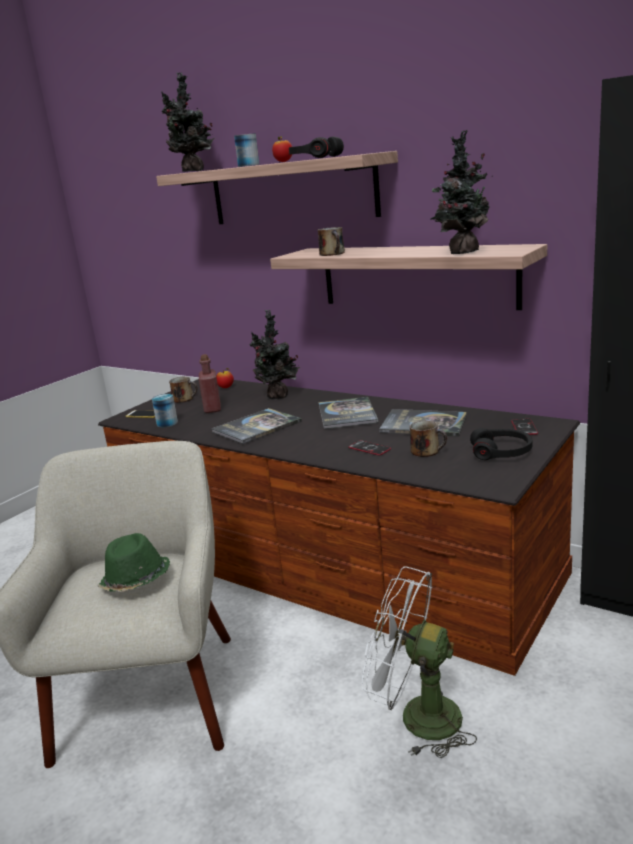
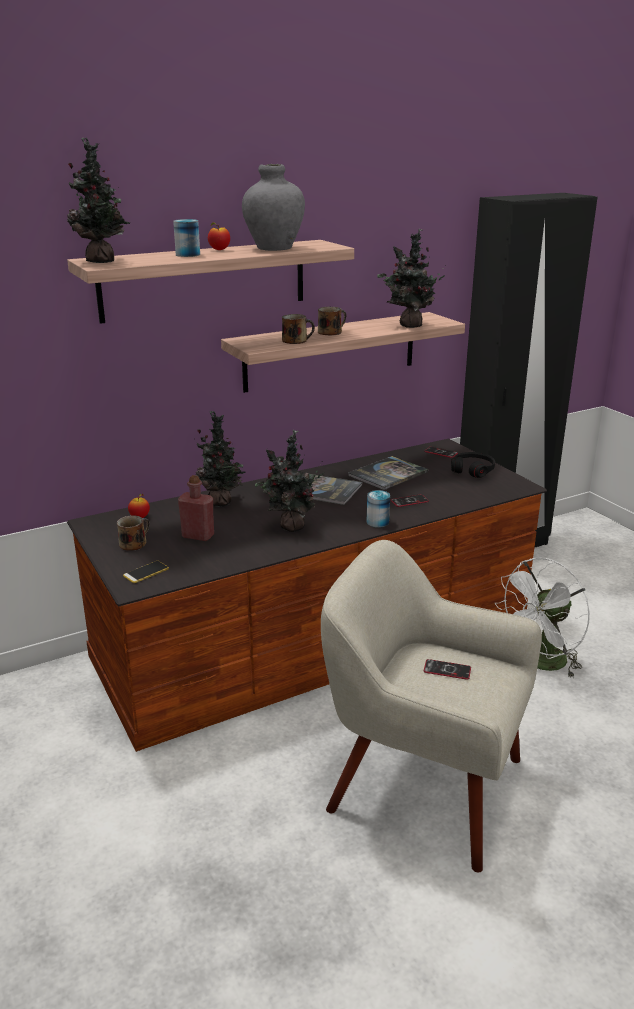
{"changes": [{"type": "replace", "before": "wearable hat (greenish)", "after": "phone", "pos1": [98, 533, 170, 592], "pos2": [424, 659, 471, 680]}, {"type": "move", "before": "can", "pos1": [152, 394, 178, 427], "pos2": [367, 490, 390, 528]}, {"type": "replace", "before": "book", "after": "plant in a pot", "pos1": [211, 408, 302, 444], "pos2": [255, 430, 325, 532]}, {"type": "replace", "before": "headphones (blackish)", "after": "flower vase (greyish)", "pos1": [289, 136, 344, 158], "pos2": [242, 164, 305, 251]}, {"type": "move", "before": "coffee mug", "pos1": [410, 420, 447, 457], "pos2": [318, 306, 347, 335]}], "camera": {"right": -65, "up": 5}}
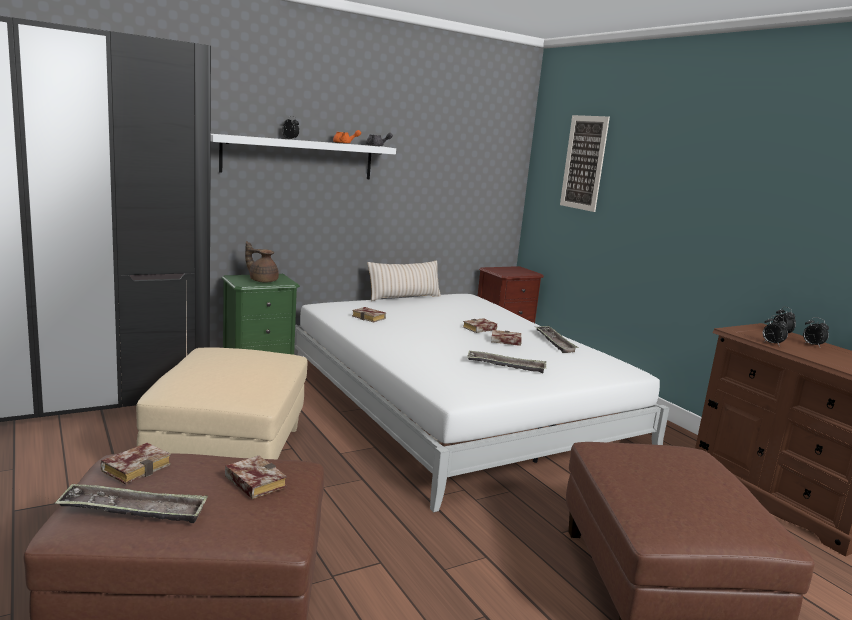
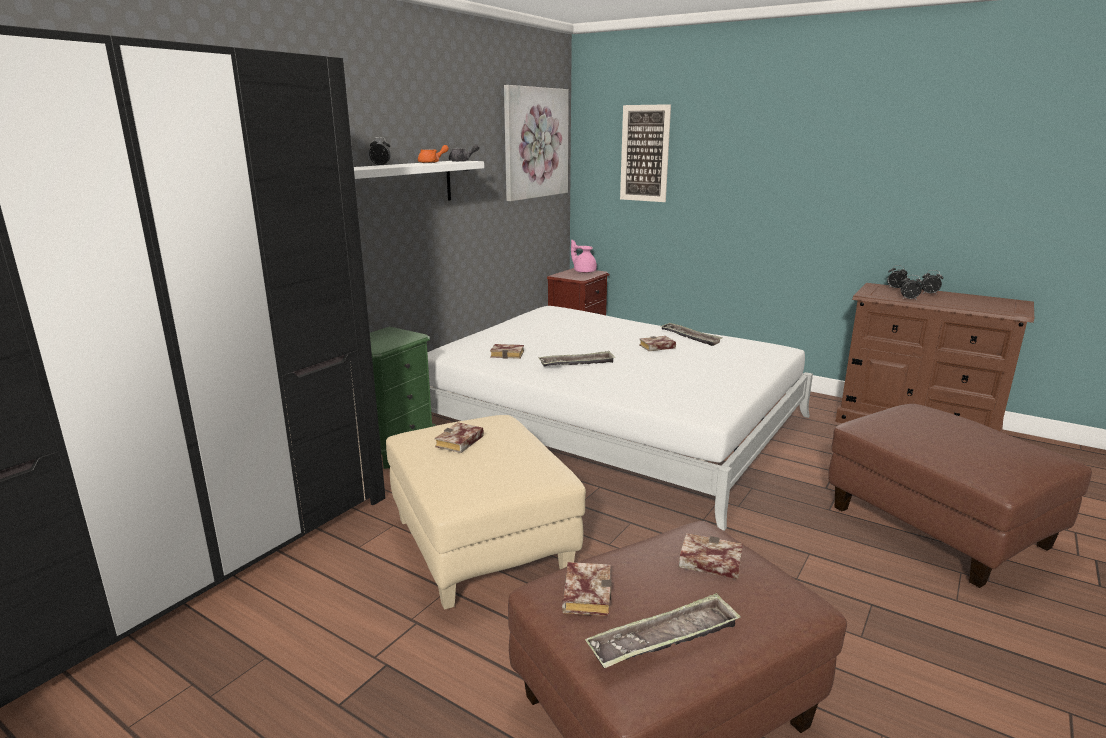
{"changes": [{"type": "delete", "before": "teapot (brownish)", "pos1": [245, 241, 279, 283]}, {"type": "delete", "before": "pillow (sand-coloured)", "pos1": [367, 260, 441, 301]}, {"type": "move", "before": "book", "pos1": [463, 318, 497, 333], "pos2": [435, 422, 484, 453]}, {"type": "move", "before": "tray", "pos1": [467, 351, 546, 373], "pos2": [538, 351, 616, 366]}, {"type": "insert", "after": "picture", "pos2": [504, 85, 569, 201]}, {"type": "insert", "after": "teapot (pink-coloured)", "pos2": [571, 240, 597, 273]}], "camera": {"right": -25, "up": 5}}
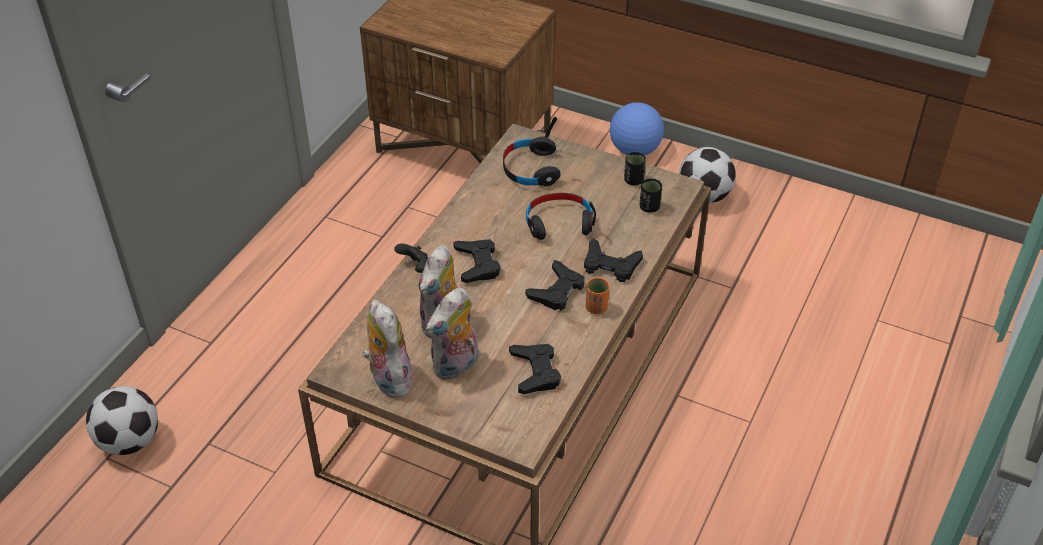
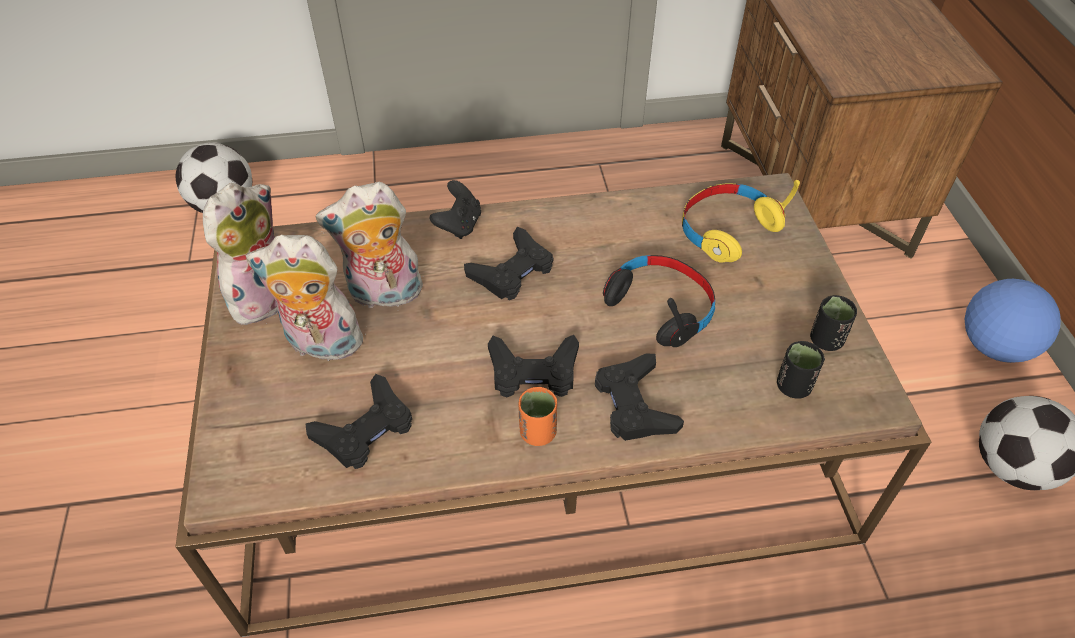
{"changes": [{"type": "recolor", "before": "headphones (blackish)", "after": "headphones (yellowish)", "pos1": [503, 117, 561, 186], "pos2": [682, 180, 800, 262]}], "camera": {"right": 55, "up": 5}}
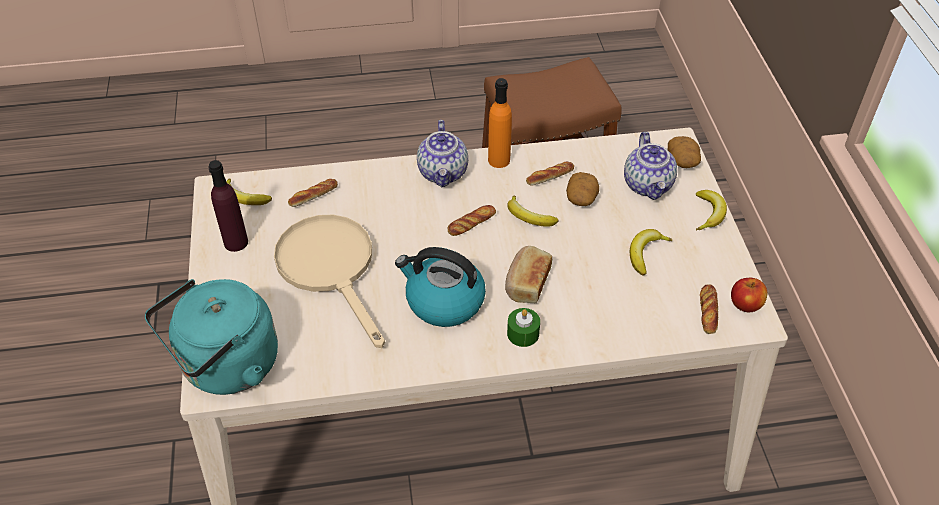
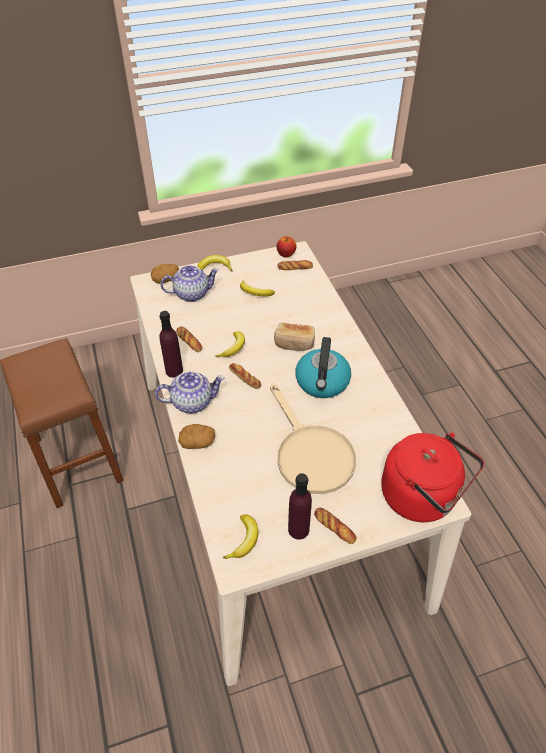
{"changes": [{"type": "recolor", "before": "water kettle (blue-green)", "after": "water kettle (red-coloured)", "pos1": [145, 279, 278, 395], "pos2": [381, 433, 484, 522]}, {"type": "rotate", "before": "skillet (sand-coloured)", "pos1": [274, 215, 385, 348], "pos2": [270, 383, 356, 494], "turn": -75}, {"type": "move", "before": "bread", "pos1": [288, 179, 338, 207], "pos2": [314, 508, 357, 544]}, {"type": "recolor", "before": "bottle (orangey)", "after": "bottle (purple-coloured)", "pos1": [488, 78, 512, 168], "pos2": [159, 311, 183, 378]}, {"type": "delete", "before": "wax light (greenish)", "pos1": [507, 308, 540, 347]}, {"type": "move", "before": "whole potato", "pos1": [566, 172, 599, 206], "pos2": [178, 424, 216, 449]}], "camera": {"right": -100, "up": 0}}
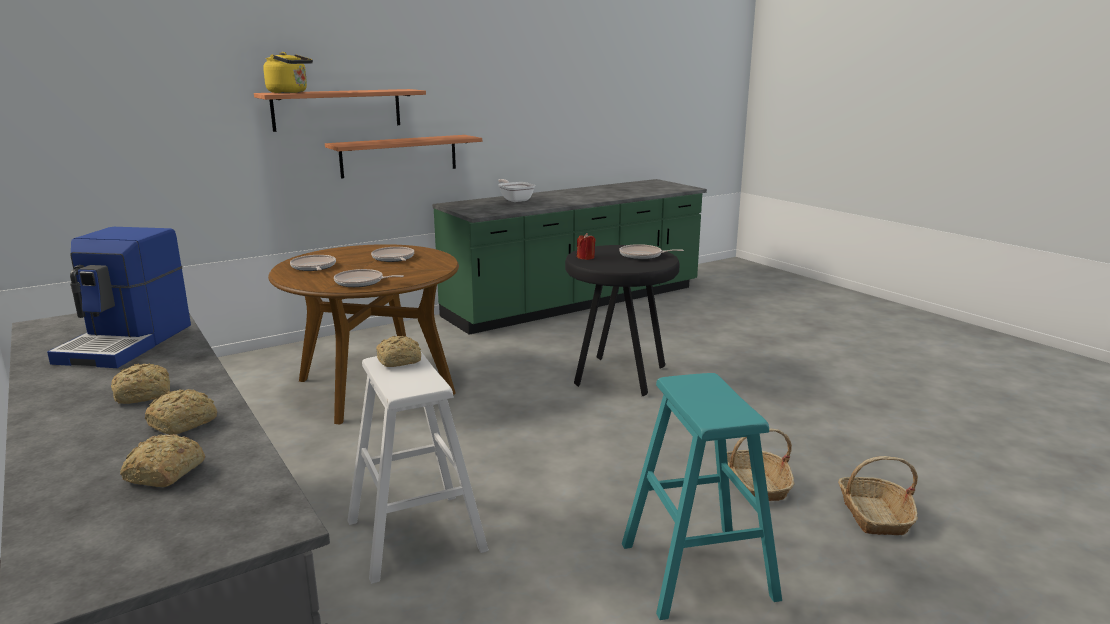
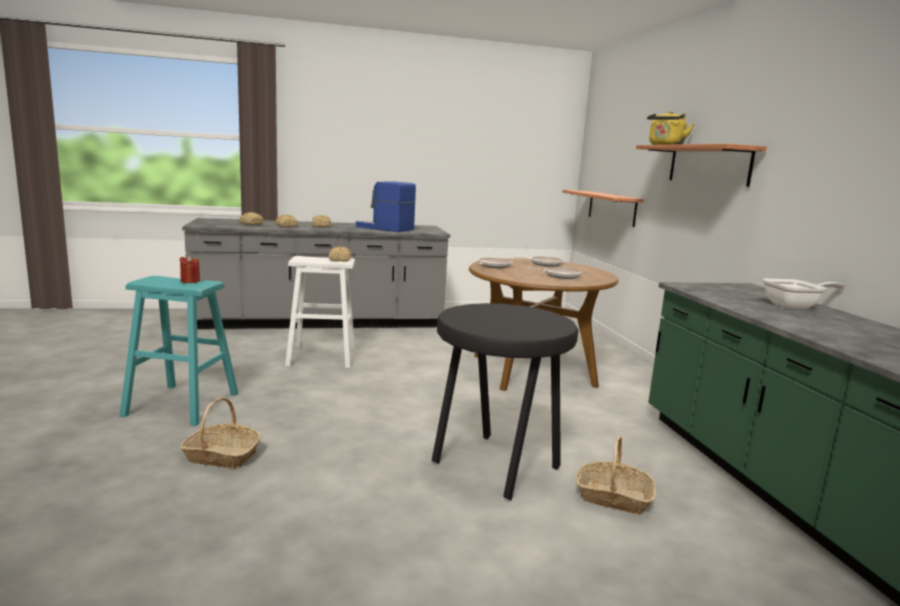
{"changes": [{"type": "move", "before": "bracket shelf", "pos1": [325, 135, 482, 179], "pos2": [562, 190, 644, 227]}, {"type": "move", "before": "wax light (red-coloured)", "pos1": [577, 233, 596, 260], "pos2": [180, 255, 200, 283]}, {"type": "delete", "before": "skillet", "pos1": [619, 244, 684, 260]}, {"type": "move", "before": "household basket", "pos1": [838, 456, 918, 535], "pos2": [576, 436, 656, 514]}], "camera": {"right": 110, "up": -5}}
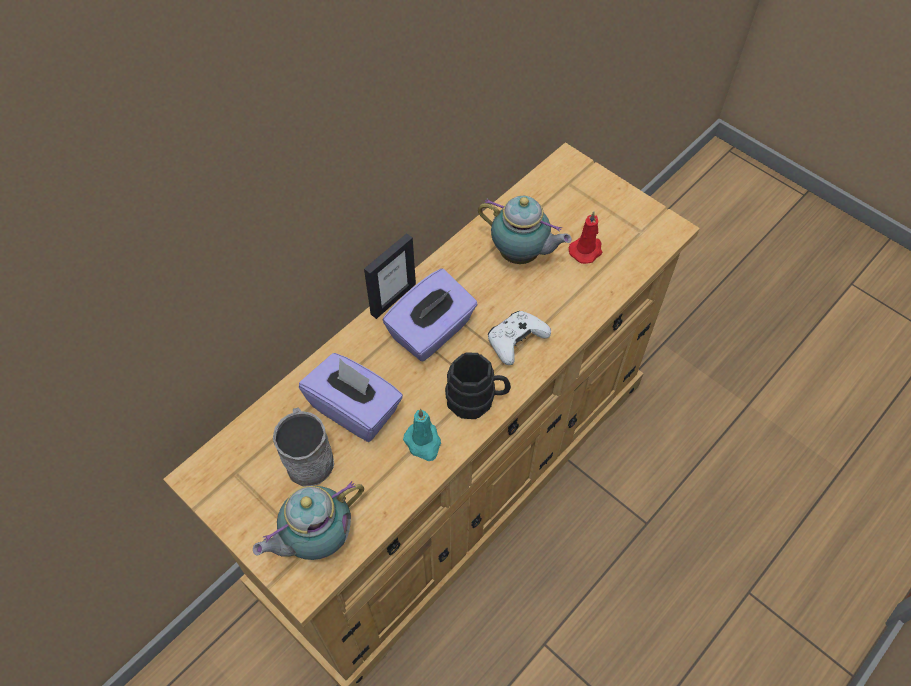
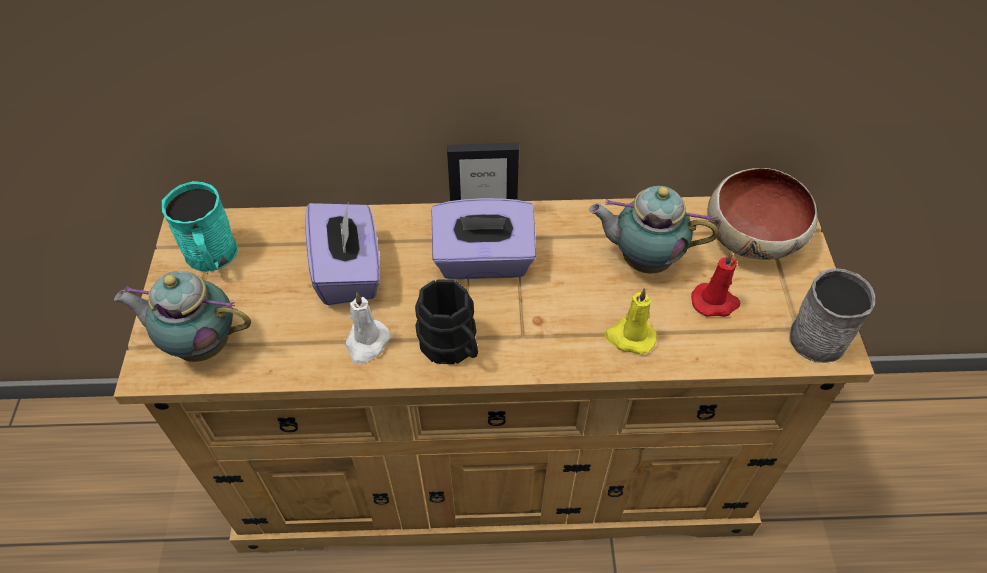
{"changes": [{"type": "move", "before": "coffee mug (greyish)", "pos1": [273, 407, 334, 487], "pos2": [789, 268, 875, 363]}, {"type": "recolor", "before": "wax light (blue-green)", "after": "wax light (white)", "pos1": [403, 409, 441, 461], "pos2": [345, 292, 391, 364]}, {"type": "rotate", "before": "teapot", "pos1": [478, 196, 572, 264], "pos2": [589, 186, 718, 274], "turn": 120}, {"type": "delete", "before": "game controller (white)", "pos1": [488, 311, 551, 365]}, {"type": "insert", "after": "coffee mug (blue-green)", "pos2": [162, 181, 237, 272]}, {"type": "insert", "after": "wax light (yellowish)", "pos2": [604, 288, 657, 354]}, {"type": "insert", "after": "bowl", "pos2": [707, 168, 818, 260]}], "camera": {"right": 45, "up": -5}}
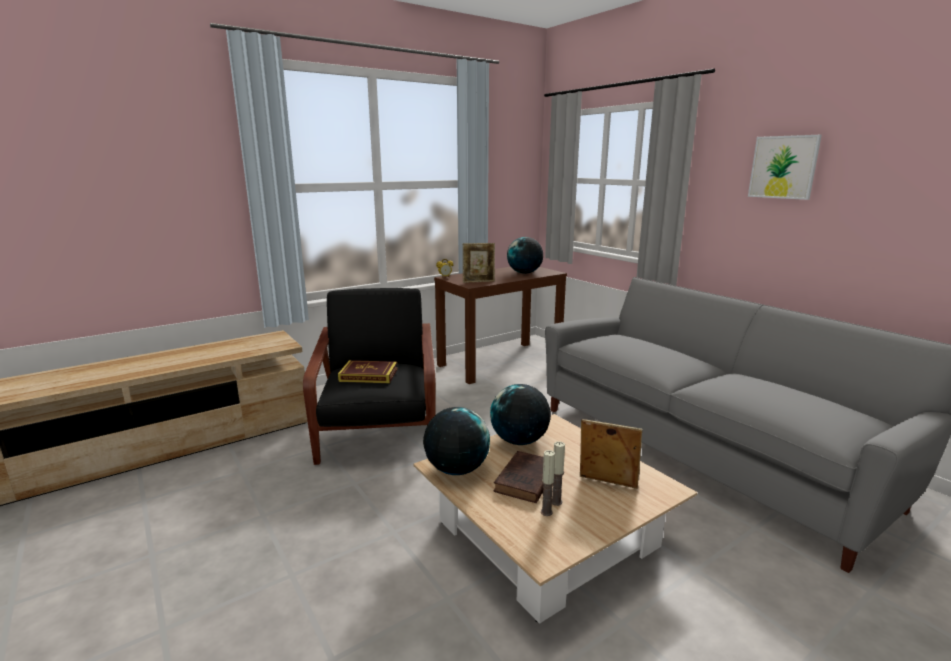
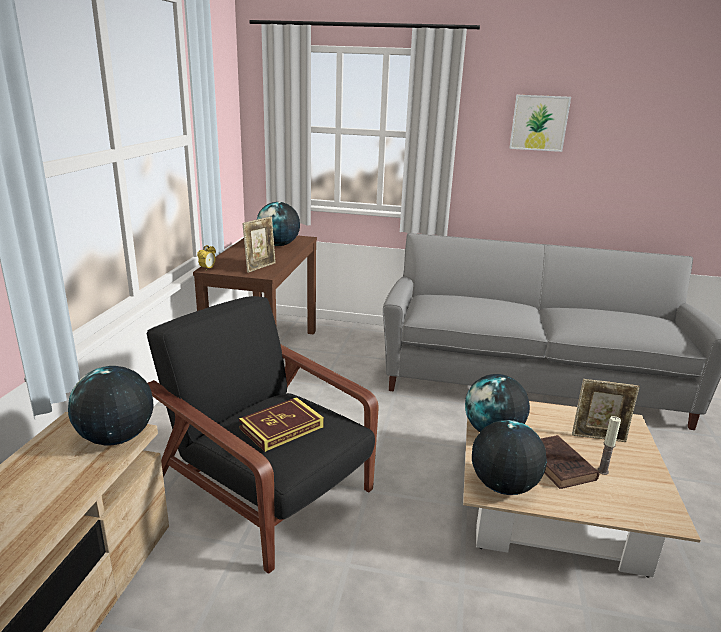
{"changes": [{"type": "delete", "before": "wax light", "pos1": [541, 450, 555, 516]}, {"type": "rotate", "before": "photo frame", "pos1": [580, 419, 642, 489], "pos2": [572, 379, 640, 442], "turn": -150}, {"type": "insert", "after": "desk globe", "pos2": [68, 366, 153, 445]}], "camera": {"right": -45, "up": 5}}
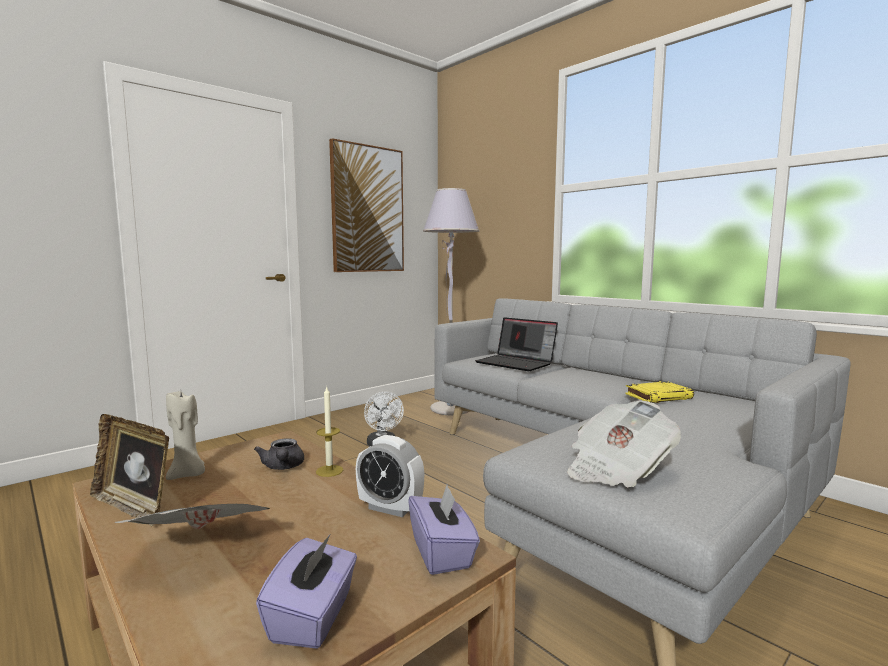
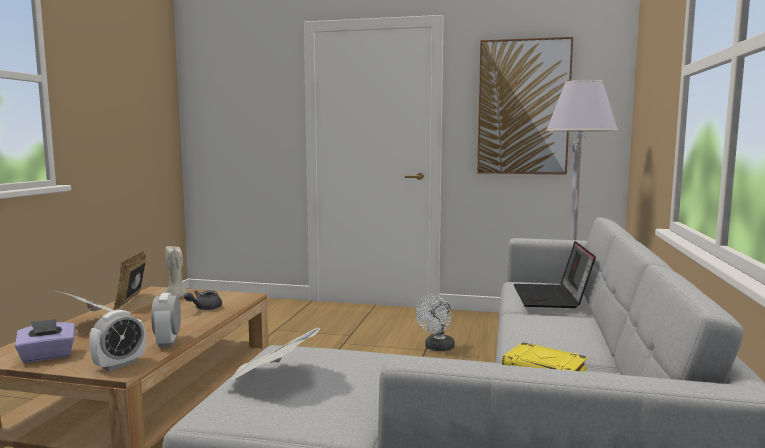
{"changes": [{"type": "delete", "before": "wax light", "pos1": [316, 387, 343, 477]}, {"type": "replace", "before": "tissue box (purple-coloured)", "after": "bedside clock", "pos1": [408, 485, 480, 575], "pos2": [89, 310, 146, 371]}], "camera": {"right": 55, "up": 0}}
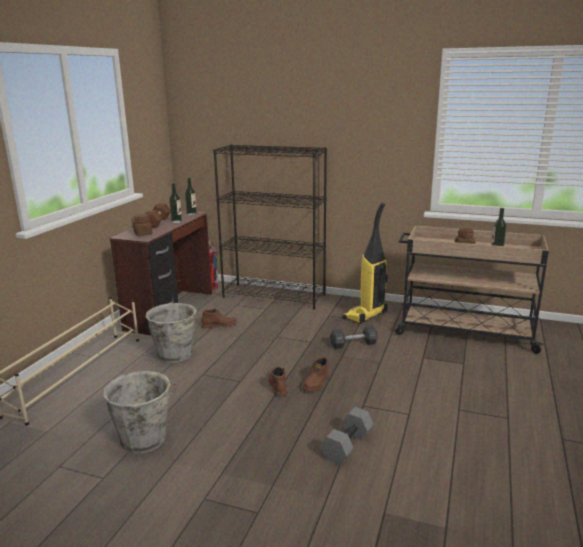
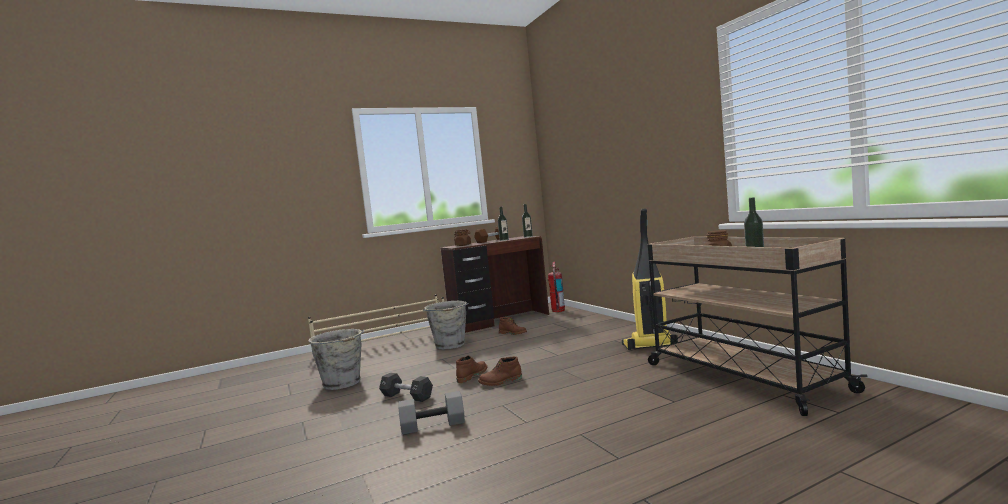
{"changes": [{"type": "delete", "before": "shelving unit (blackish)", "pos1": [213, 144, 327, 309]}, {"type": "move", "before": "dumbbell (blackish)", "pos1": [330, 325, 378, 349], "pos2": [379, 373, 433, 402]}], "camera": {"right": 45, "up": -15}}
